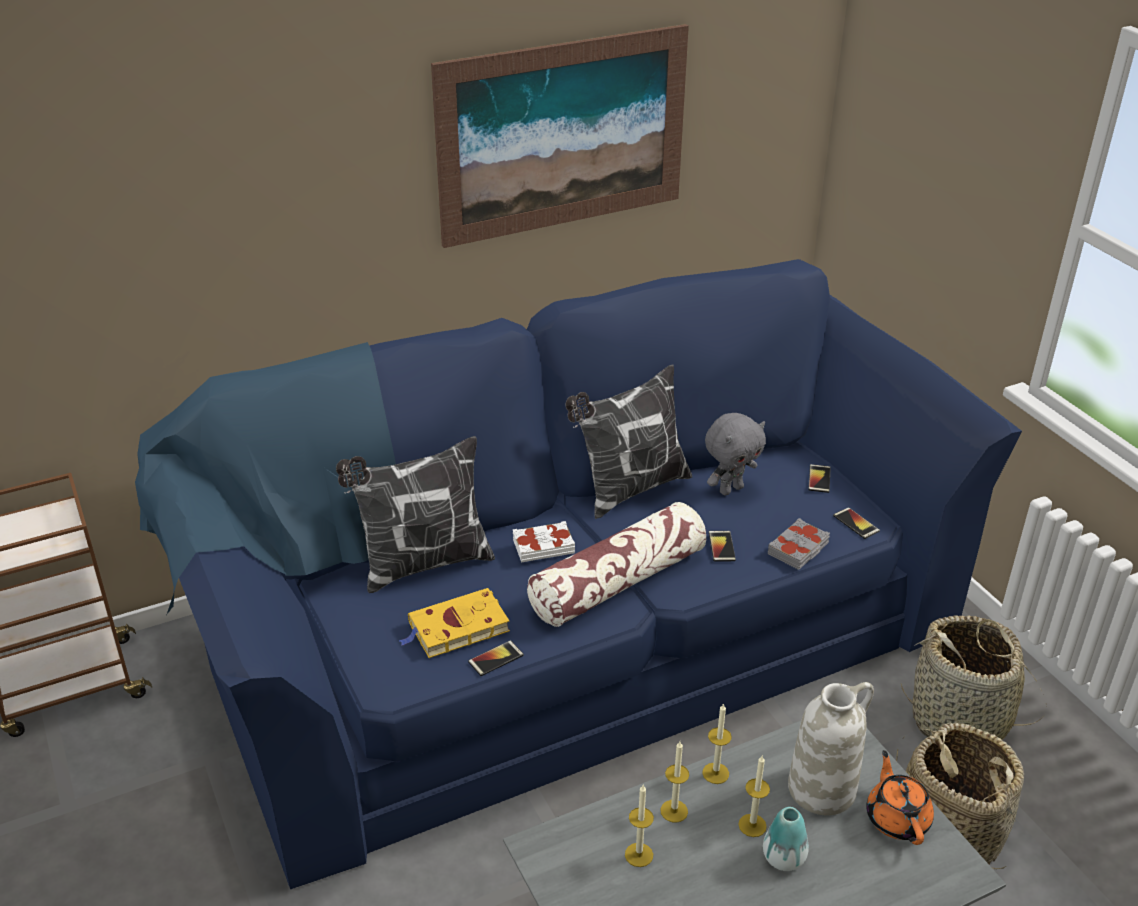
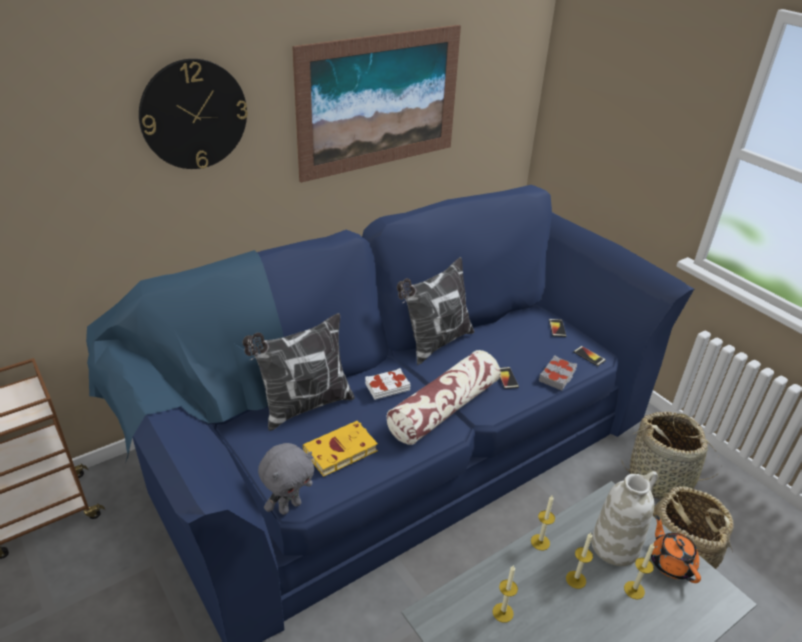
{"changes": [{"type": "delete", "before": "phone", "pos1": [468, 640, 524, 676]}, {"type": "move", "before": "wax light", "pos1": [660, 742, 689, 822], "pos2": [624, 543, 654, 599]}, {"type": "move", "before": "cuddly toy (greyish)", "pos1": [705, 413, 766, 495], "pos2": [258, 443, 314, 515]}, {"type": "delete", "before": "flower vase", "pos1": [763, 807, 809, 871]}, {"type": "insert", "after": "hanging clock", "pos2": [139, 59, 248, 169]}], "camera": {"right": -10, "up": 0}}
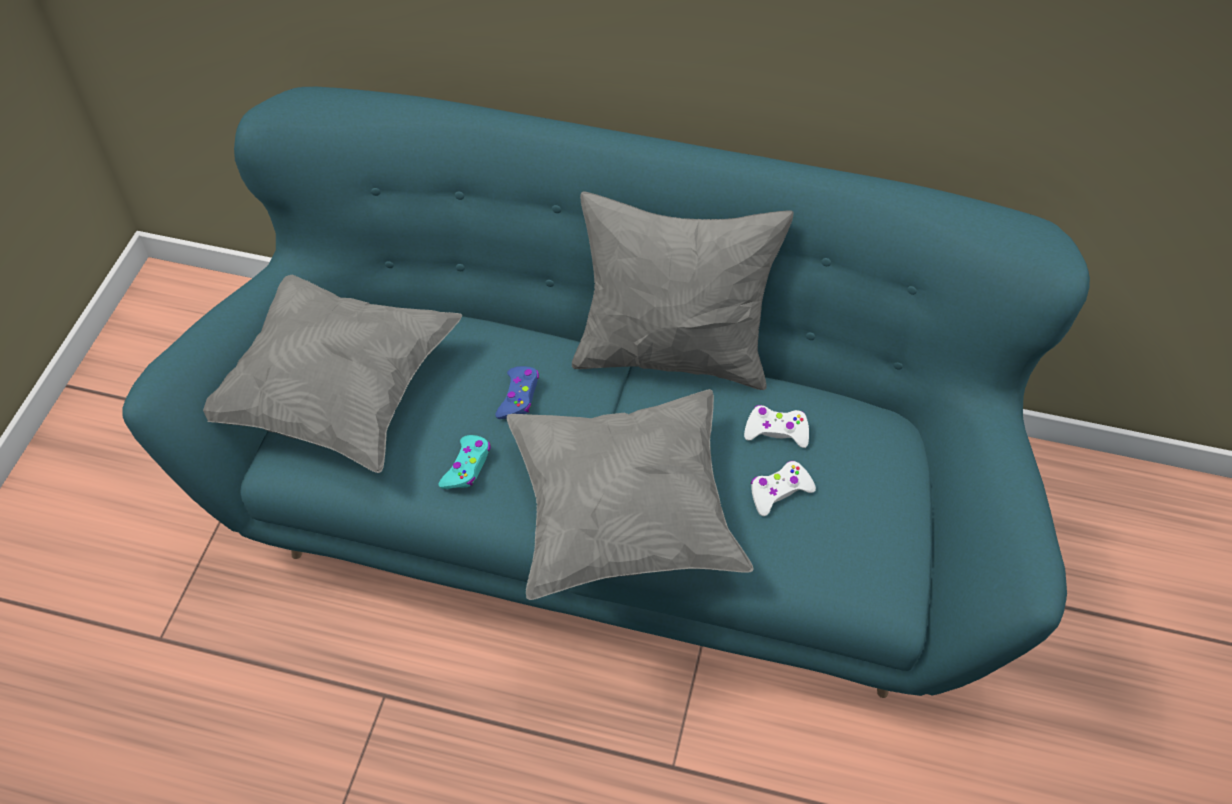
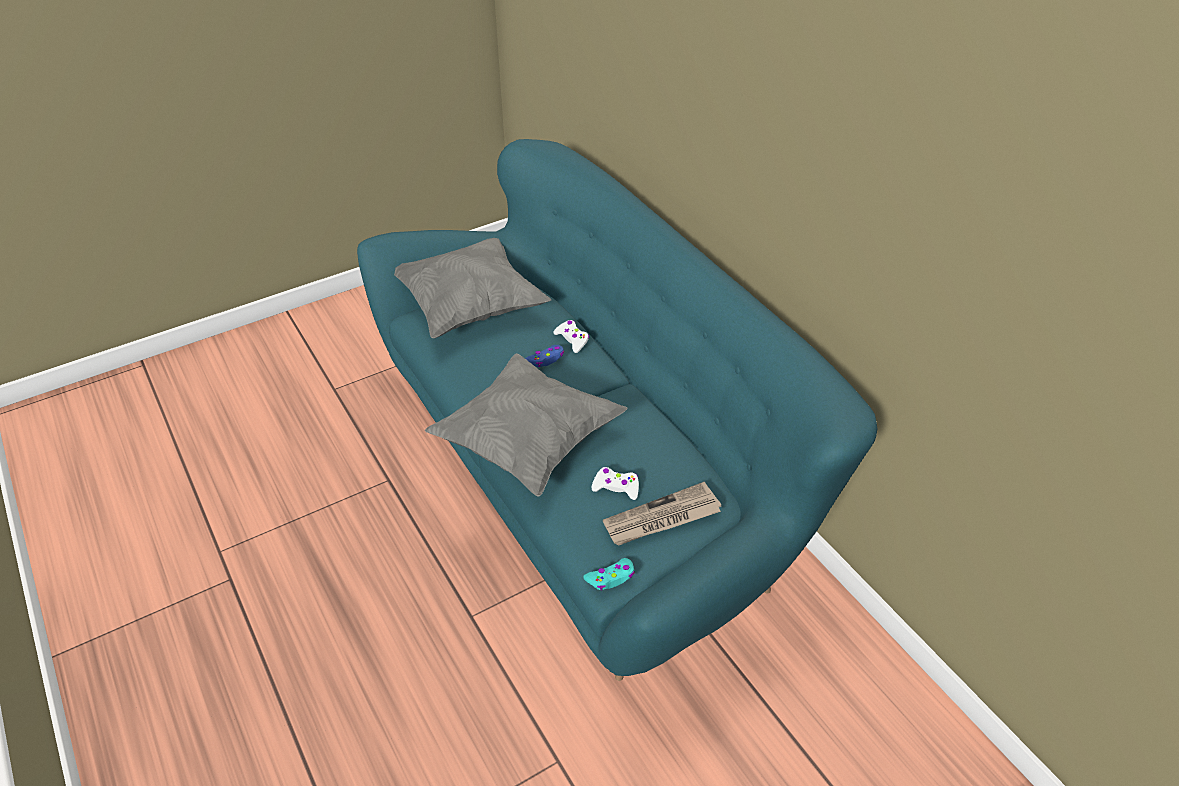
{"changes": [{"type": "move", "before": "game controller (blue-green)", "pos1": [438, 435, 491, 489], "pos2": [583, 558, 635, 591]}, {"type": "delete", "before": "pillow (greyish)", "pos1": [572, 192, 794, 390]}, {"type": "move", "before": "game controller (white)", "pos1": [744, 405, 809, 448], "pos2": [553, 320, 589, 353]}, {"type": "insert", "after": "newspaper", "pos2": [603, 482, 721, 546]}], "camera": {"right": 45, "up": -10}}
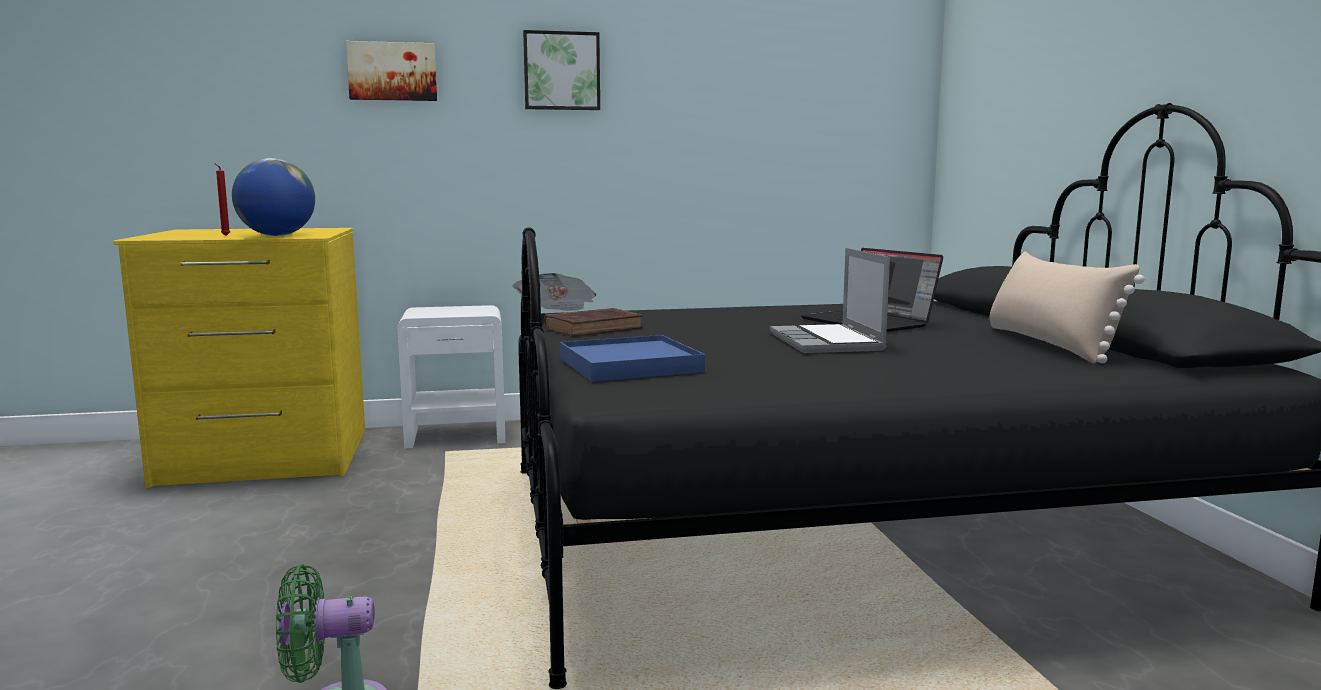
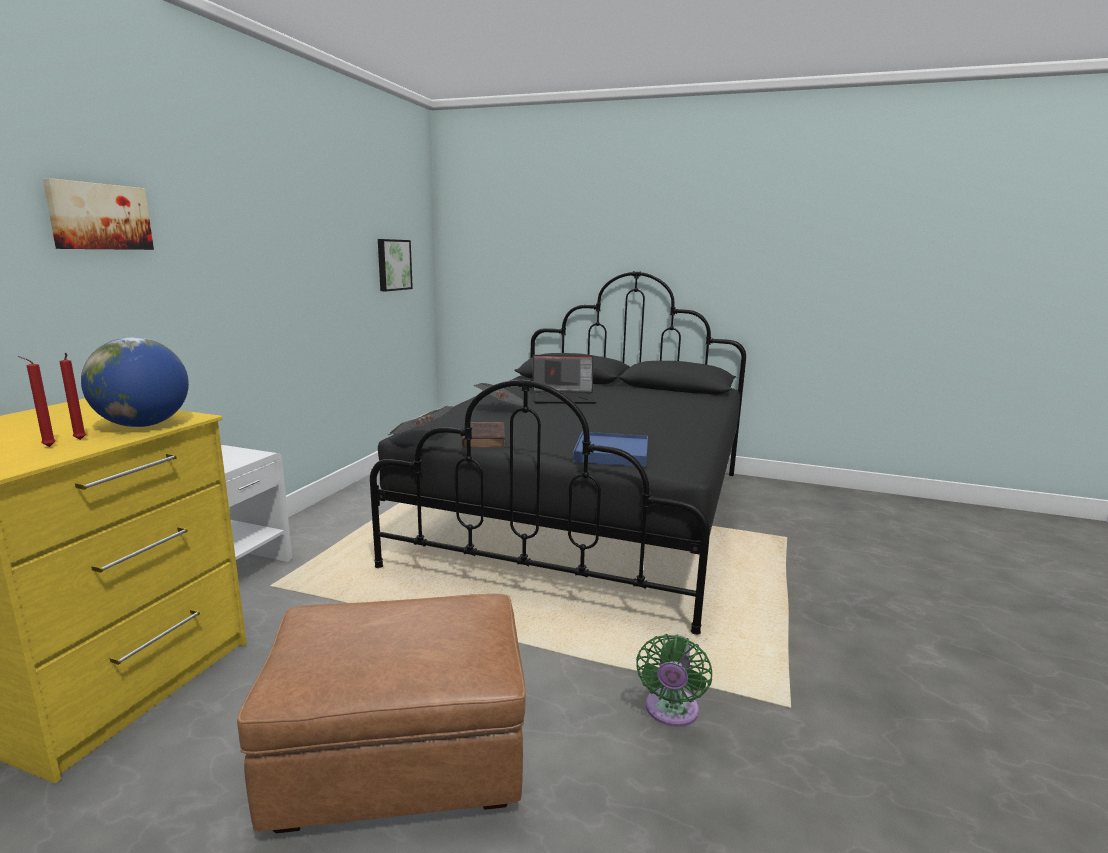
{"changes": [{"type": "move", "before": "picture", "pos1": [523, 30, 600, 110], "pos2": [378, 239, 413, 291]}, {"type": "delete", "before": "notebook computer", "pos1": [770, 248, 890, 353]}, {"type": "delete", "before": "pillow (sand-coloured)", "pos1": [990, 251, 1145, 364]}, {"type": "insert", "after": "wax light (red-coloured)", "pos2": [18, 356, 56, 447]}, {"type": "insert", "after": "pouffe (brownish)", "pos2": [237, 593, 526, 833]}, {"type": "insert", "after": "newspaper", "pos2": [474, 383, 524, 406]}], "camera": {"right": -60, "up": 5}}
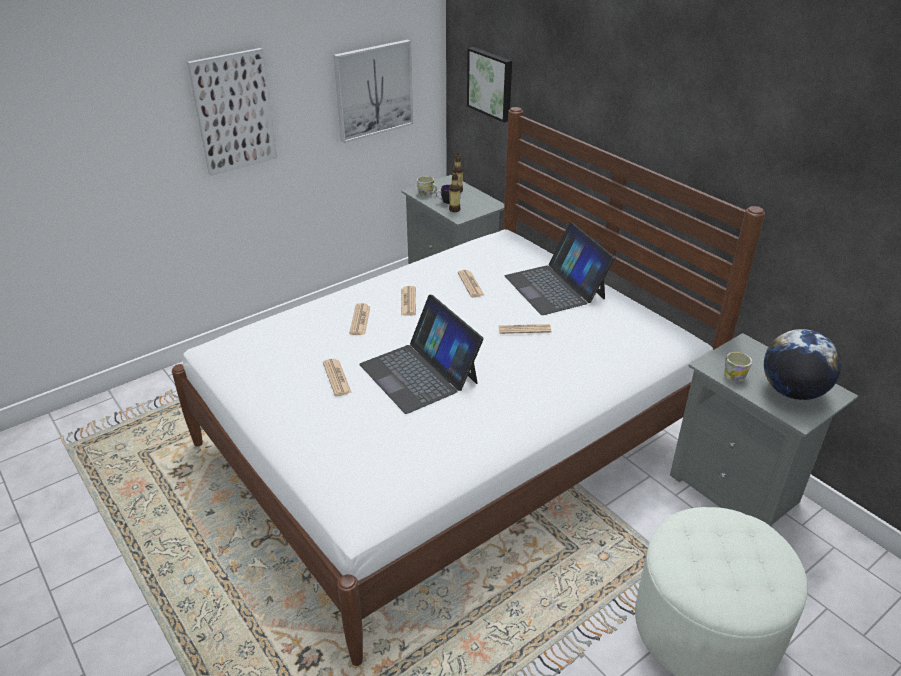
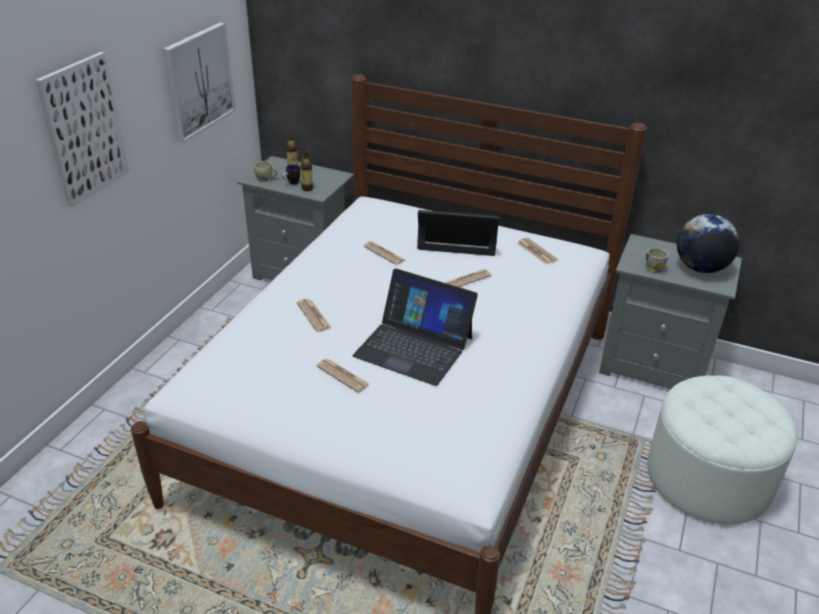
{"changes": [{"type": "move", "before": "newspaper", "pos1": [401, 286, 416, 316], "pos2": [518, 238, 557, 264]}, {"type": "delete", "before": "picture", "pos1": [467, 47, 512, 123]}, {"type": "rotate", "before": "notebook computer", "pos1": [505, 222, 615, 315], "pos2": [417, 210, 499, 256], "turn": 150}], "camera": {"right": -30, "up": 0}}
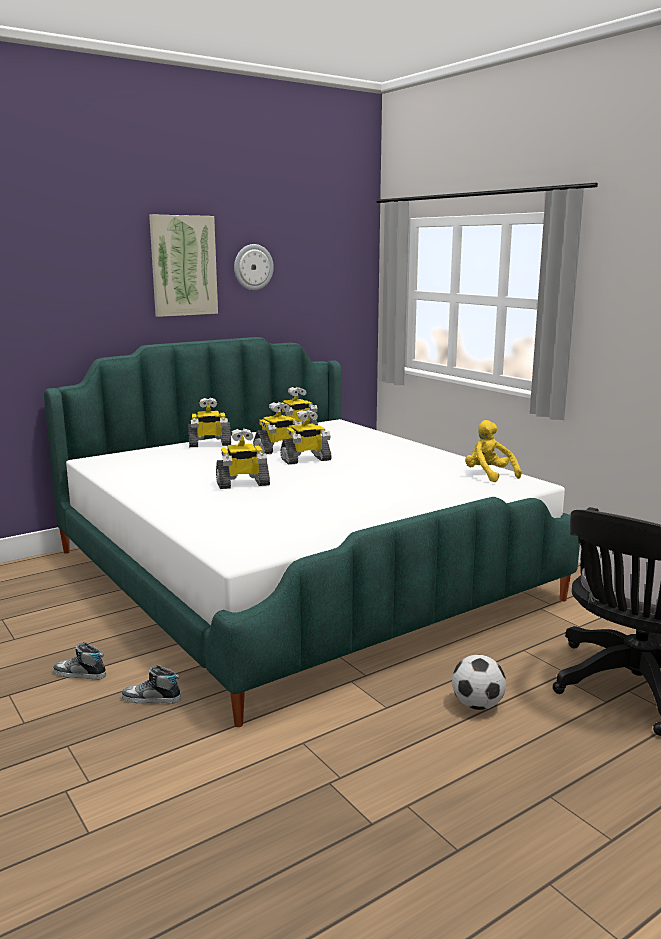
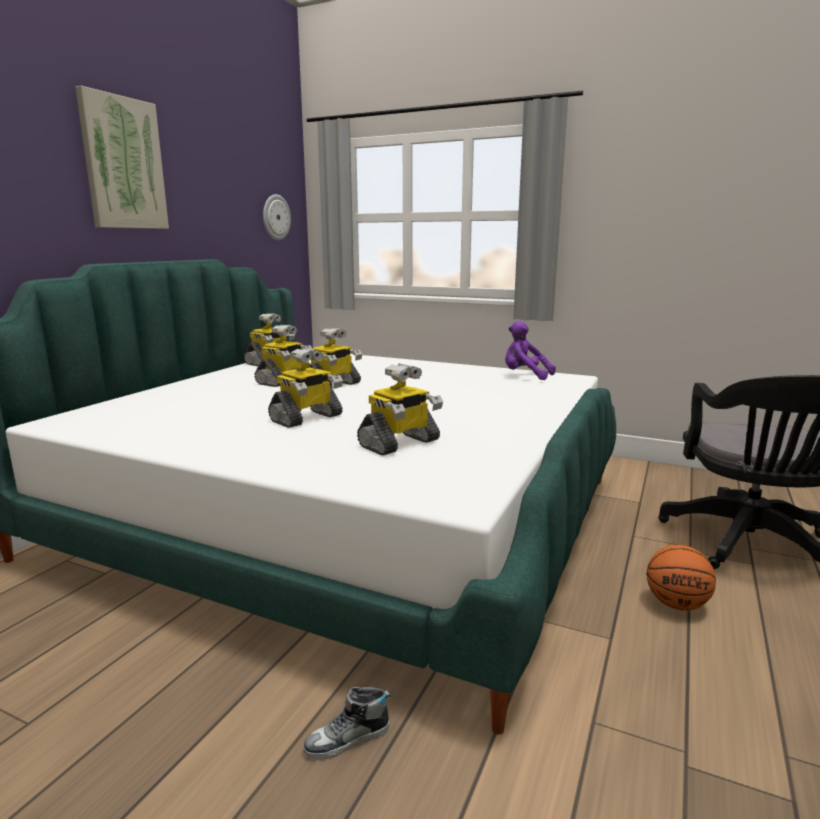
{"changes": [{"type": "delete", "before": "low shoe", "pos1": [53, 642, 106, 680]}, {"type": "move", "before": "toy robot", "pos1": [188, 398, 231, 447], "pos2": [357, 363, 443, 455]}, {"type": "move", "before": "hanging clock", "pos1": [234, 244, 274, 290], "pos2": [263, 194, 291, 240]}, {"type": "replace", "before": "football", "after": "basketball ball", "pos1": [452, 655, 506, 710], "pos2": [647, 545, 716, 610]}, {"type": "recolor", "before": "cuddly toy (yellowish)", "after": "cuddly toy (purple-coloured)", "pos1": [465, 420, 522, 482], "pos2": [505, 321, 556, 380]}], "camera": {"right": -30, "up": 0}}
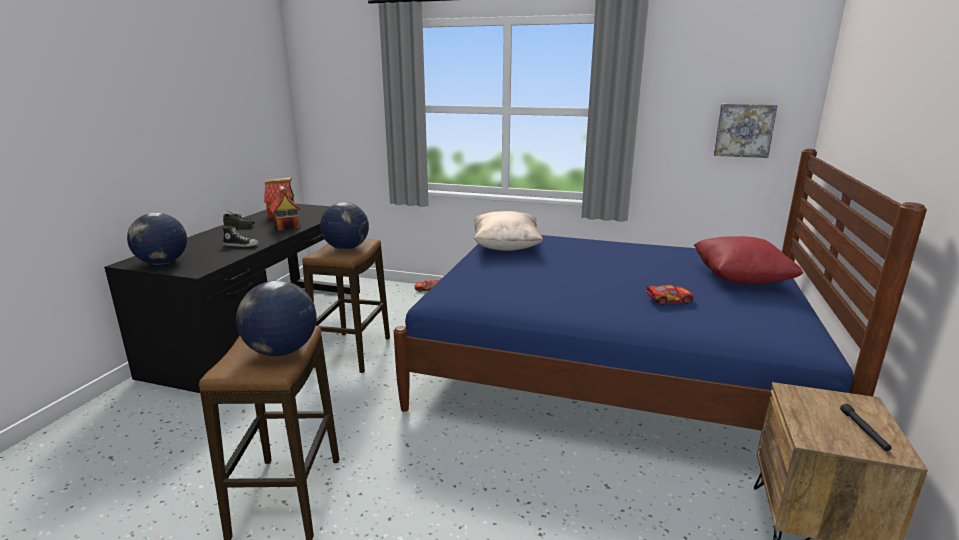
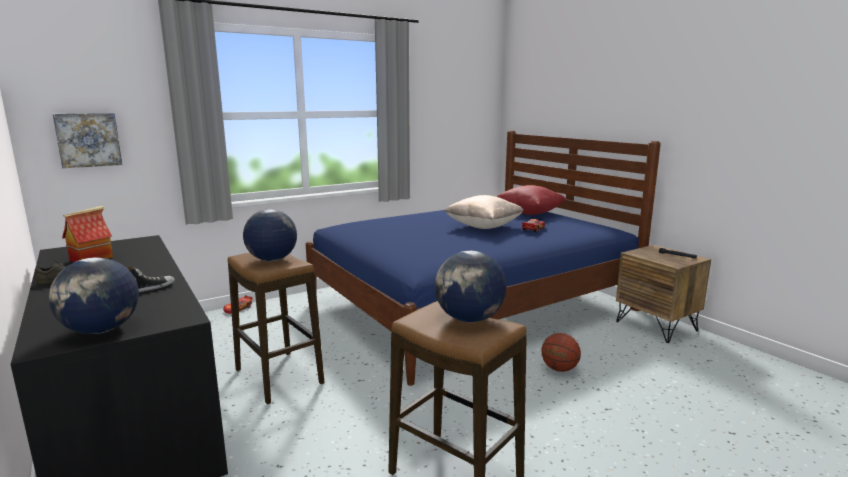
{"changes": [{"type": "delete", "before": "miniature house", "pos1": [269, 186, 301, 231]}, {"type": "move", "before": "pillow (sand-coloured)", "pos1": [474, 211, 543, 251], "pos2": [444, 195, 524, 229]}, {"type": "move", "before": "picture", "pos1": [714, 104, 778, 158], "pos2": [53, 113, 122, 168]}, {"type": "insert", "after": "basketball ball", "pos2": [541, 333, 581, 372]}], "camera": {"right": -50, "up": -5}}
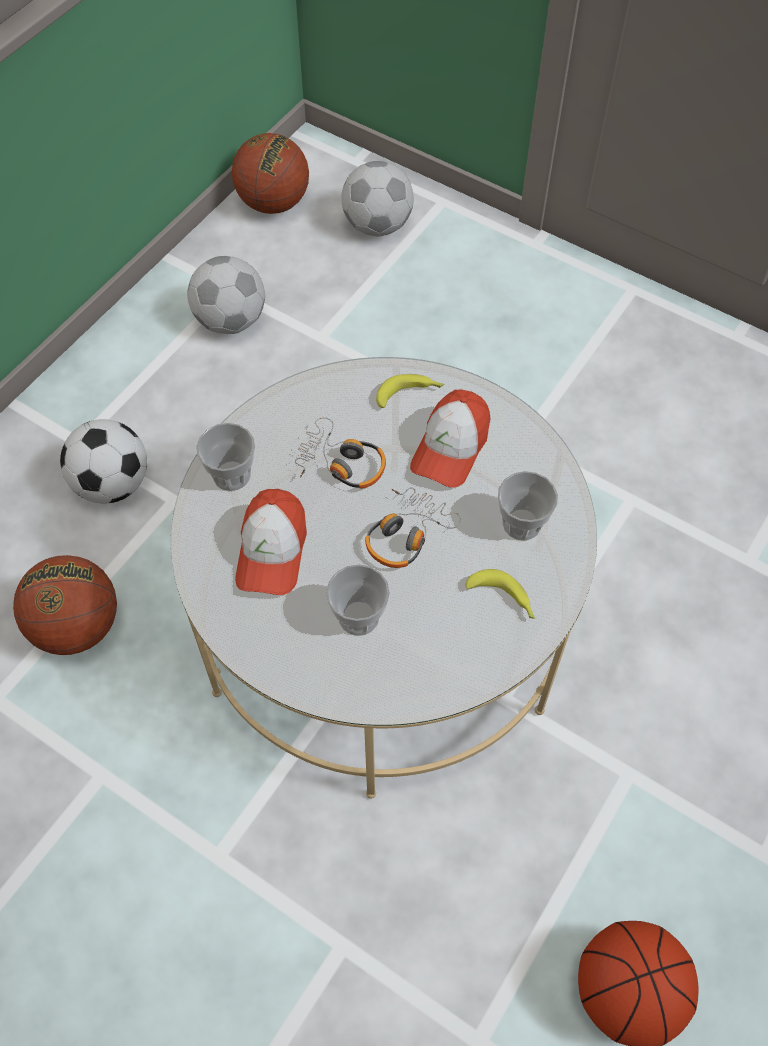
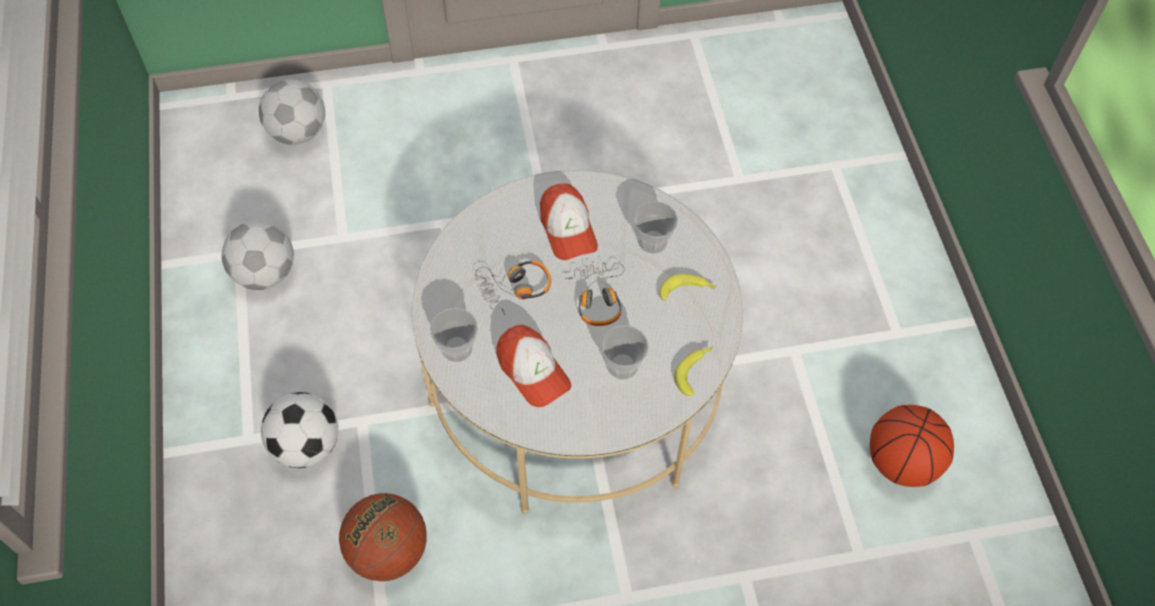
{"changes": [{"type": "delete", "before": "basketball ball", "pos1": [232, 133, 309, 214]}, {"type": "move", "before": "whole banana", "pos1": [376, 374, 444, 408], "pos2": [674, 346, 713, 396]}], "camera": {"right": -45, "up": 0}}
